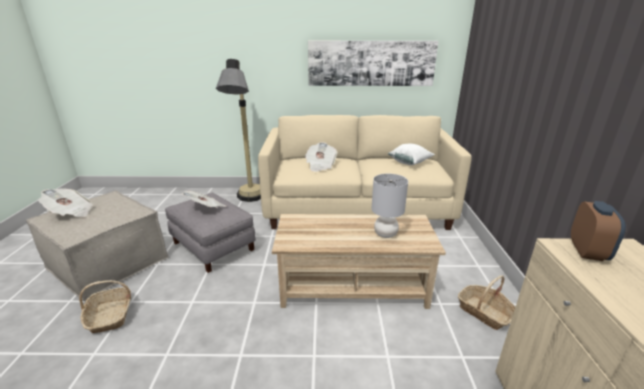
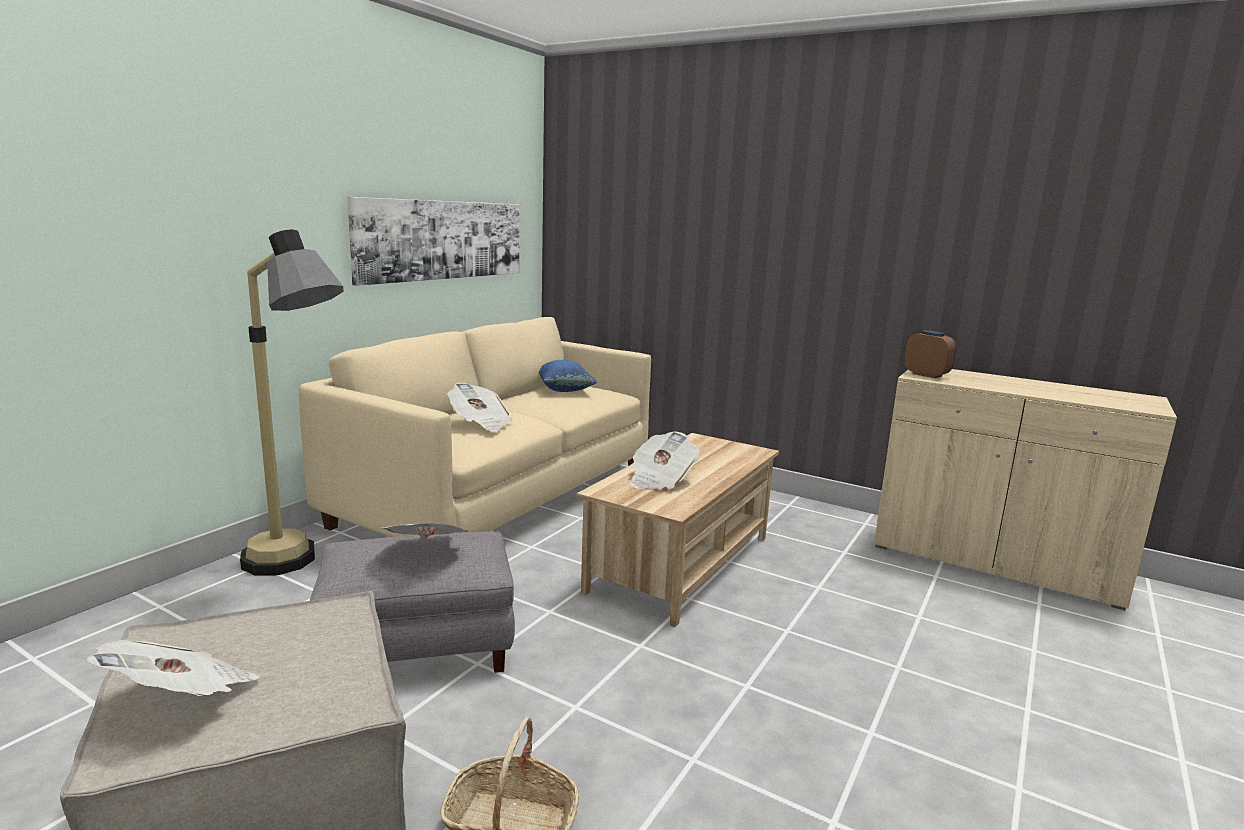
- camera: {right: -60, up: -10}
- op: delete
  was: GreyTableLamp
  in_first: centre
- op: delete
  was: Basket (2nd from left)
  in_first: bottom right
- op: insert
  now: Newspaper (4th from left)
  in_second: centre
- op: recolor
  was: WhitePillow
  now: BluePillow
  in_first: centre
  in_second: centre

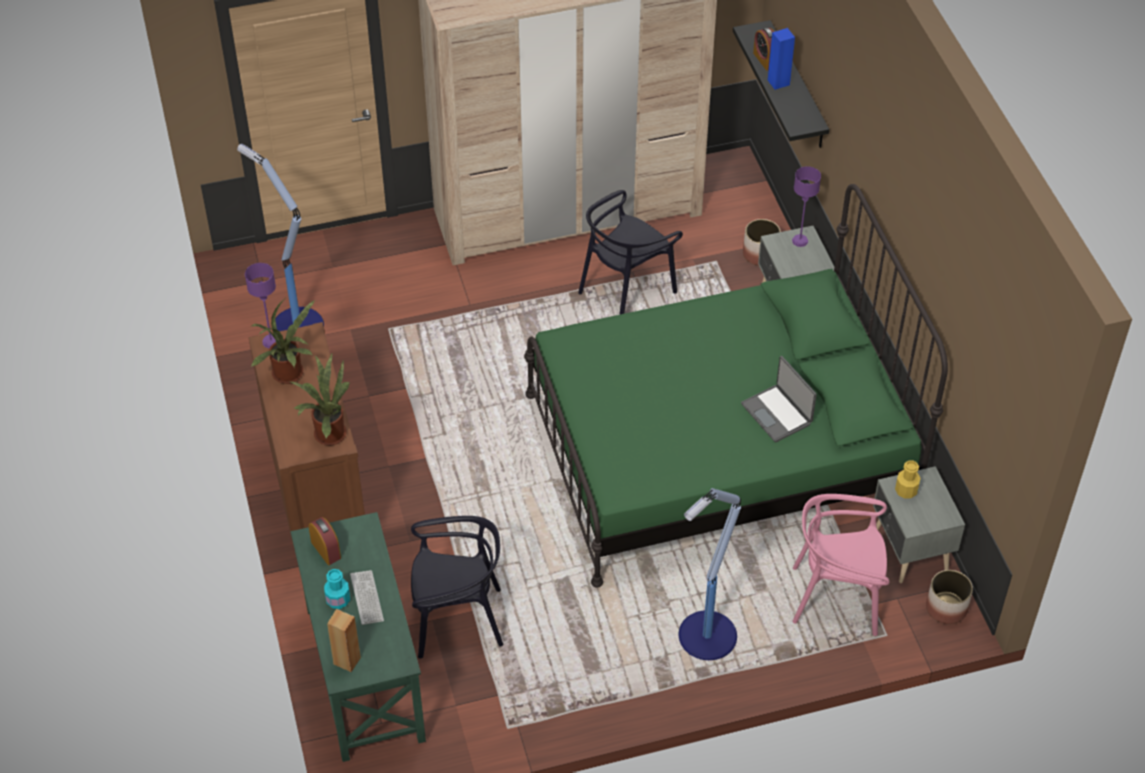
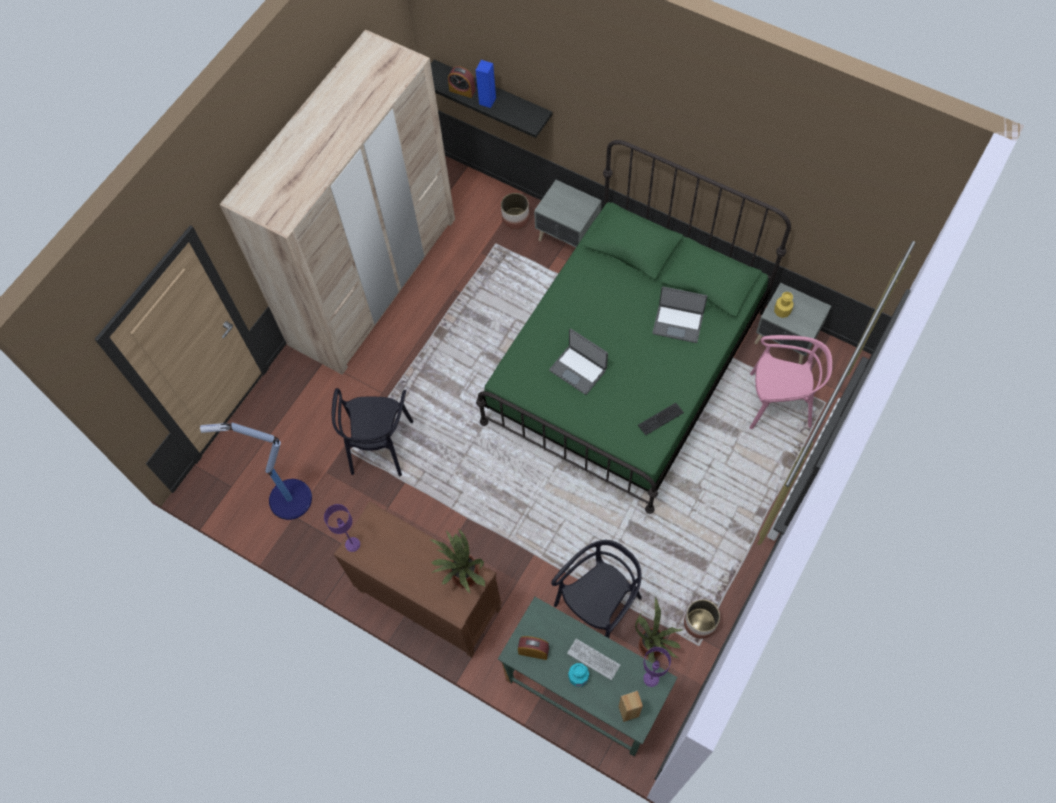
- camera: {right: -40, up: 15}
- op: delete
  was: FloorLamp (2nd from left)
  in_first: bottom centre
- op: insert
  now: Laptop (1st from left)
  in_second: centre
- op: insert
  now: Keyboard (2nd from left)
  in_second: centre
- op: move
  was: PottedPlant (1st from left in the first image)
  now: PottedPlant (2nd from left)
  in_first: middle left
  in_second: bottom centre
- op: move
  was: BlackChair (2nd from left in the first image)
  now: BlackChair (1st from left)
  in_first: top centre
  in_second: centre
- op: move
  was: PurpleTableLamp (2nd from left)
  in_first: top right
  in_second: bottom centre
- op: move
  was: Planter (2nd from left)
  in_first: bottom right
  in_second: bottom centre
- op: rotate
  was: PinkChair
  in_first: bottom right
  in_second: middle right
  clockwise: -135

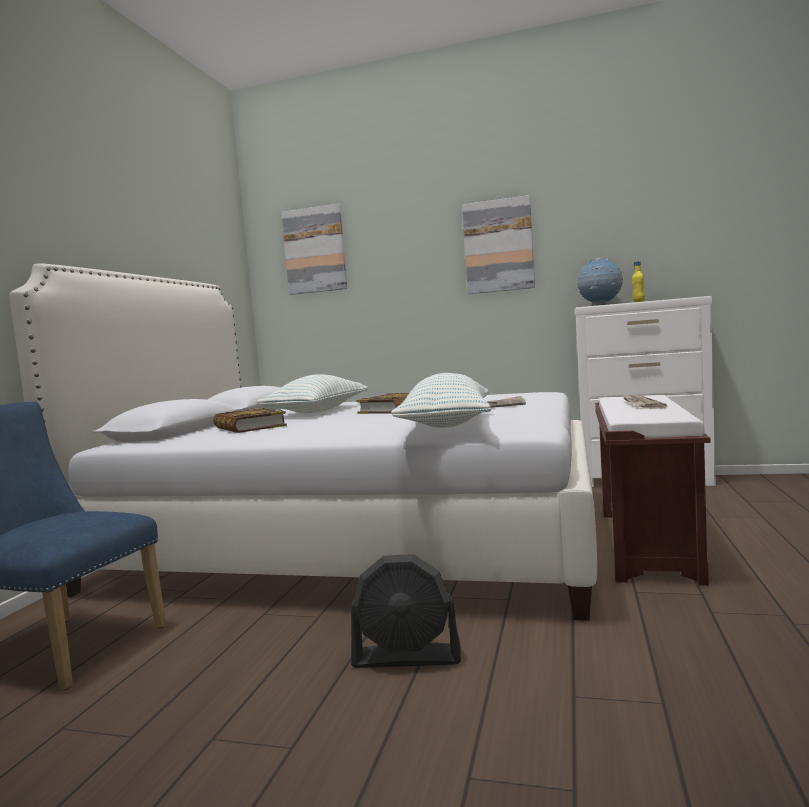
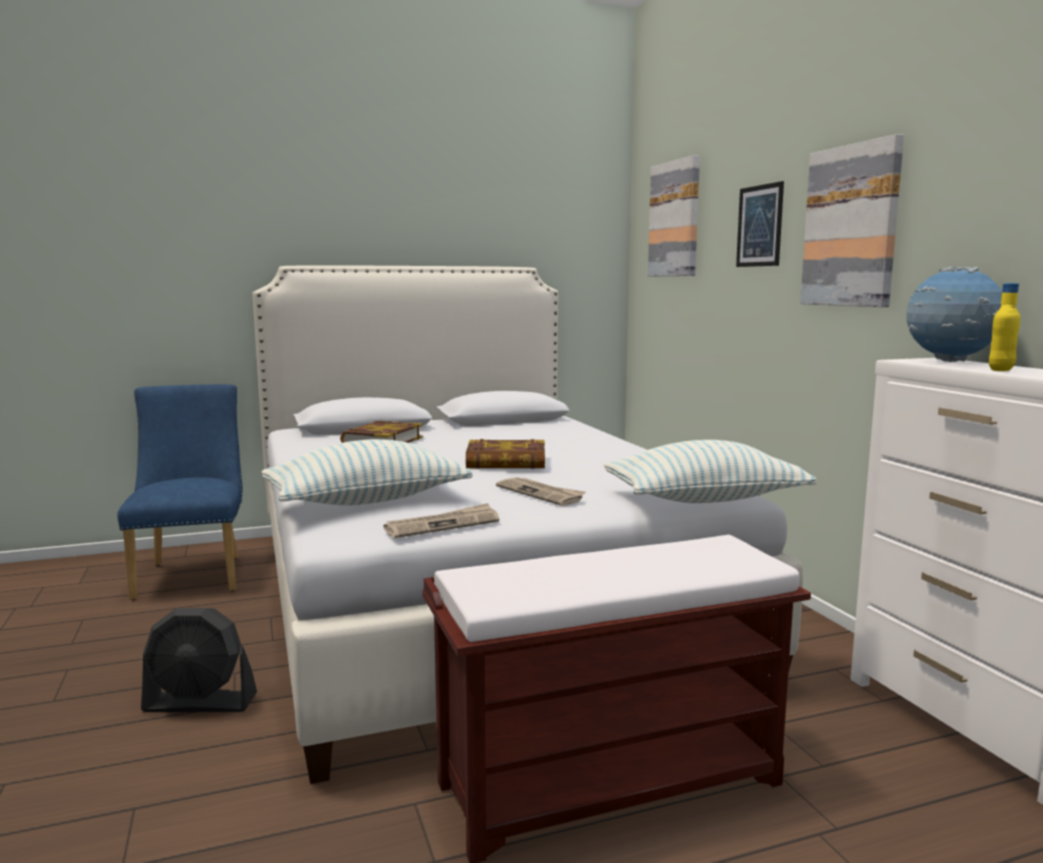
- camera: {right: 55, up: 5}
- op: insert
  now: Picture (2nd from left)
  in_second: top right
- op: move
  was: Pillow (1st from left in the first image)
  now: Pillow (2nd from left)
  in_first: centre
  in_second: middle right
- op: move
  was: Newspaper (2nd from left in the first image)
  now: Newspaper (1st from left)
  in_first: middle right
  in_second: centre
- op: rotate
  was: BlackFan
  in_first: bottom centre
  in_second: bottom left
  clockwise: -60

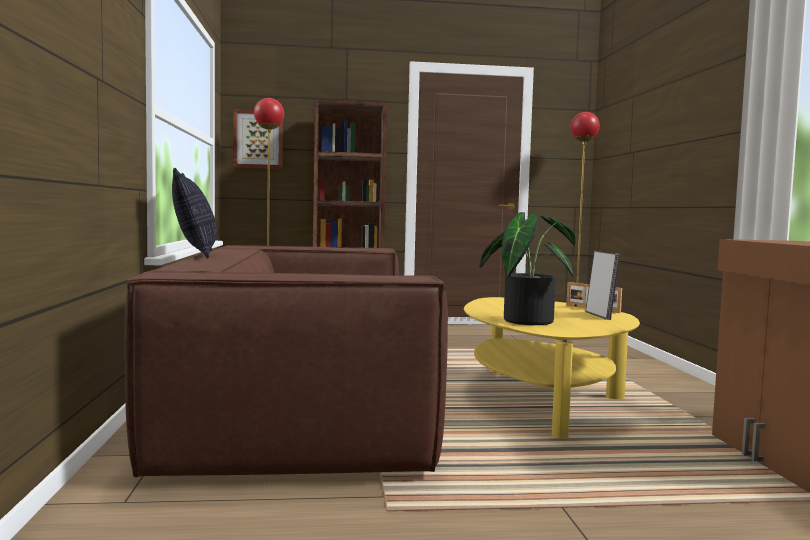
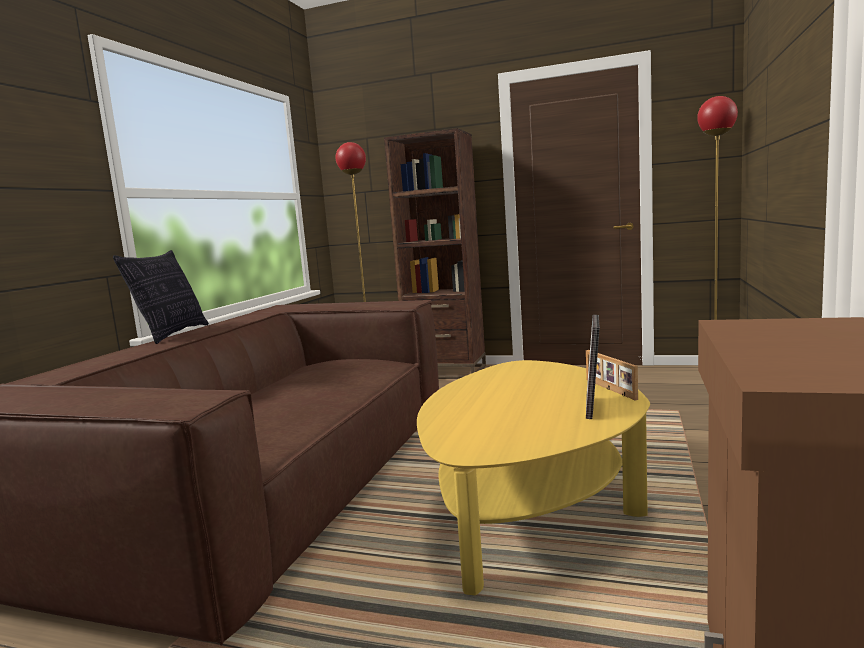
- camera: {right: 25, up: 5}
- op: delete
  was: Picture
  in_first: top left
- op: delete
  was: PottedPlant
  in_first: centre

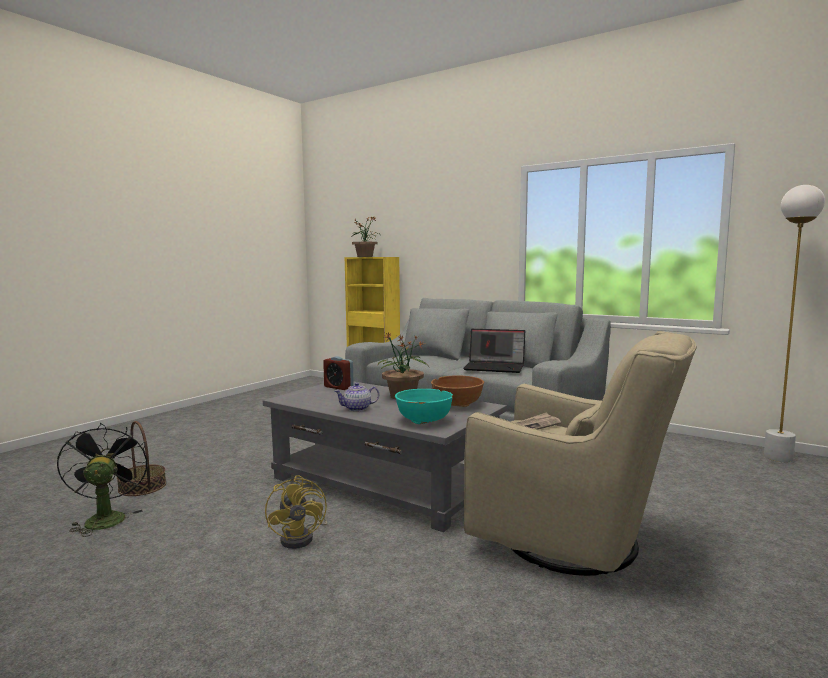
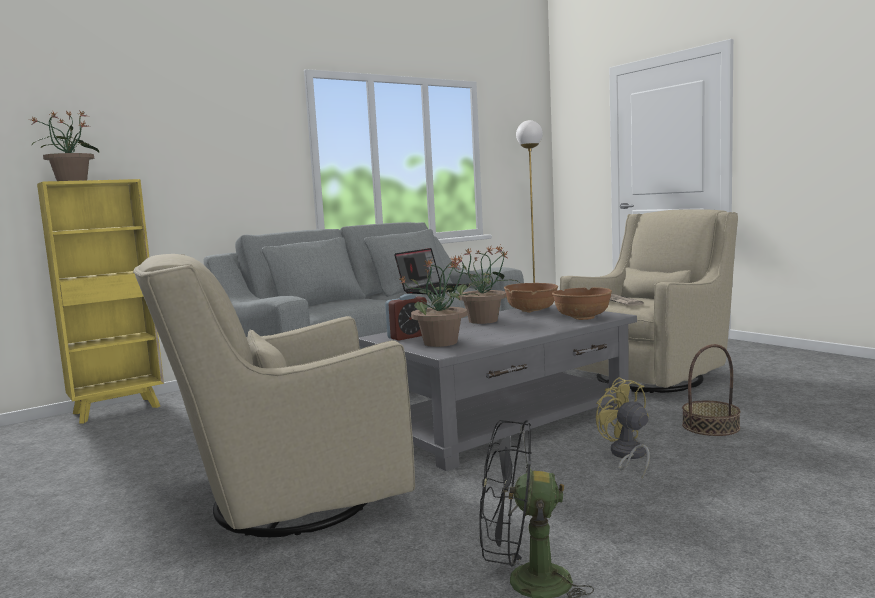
- camera: {right: -70, up: 0}
- op: delete
  was: Teapot
  in_first: centre
- op: insert
  now: BeigeArmchair (1st from left)
  in_second: middle left
- op: insert
  now: PottedPlant (2nd from left)
  in_second: centre
- op: move
  was: Basket
  in_first: bottom left
  in_second: middle right
- op: recolor
  was: TurquoiseBowl
  now: BrownBowl (2nd from left)
  in_first: centre
  in_second: centre
- op: rotate
  was: YellowFan
  in_first: bottom centre
  in_second: bottom right
  clockwise: -120

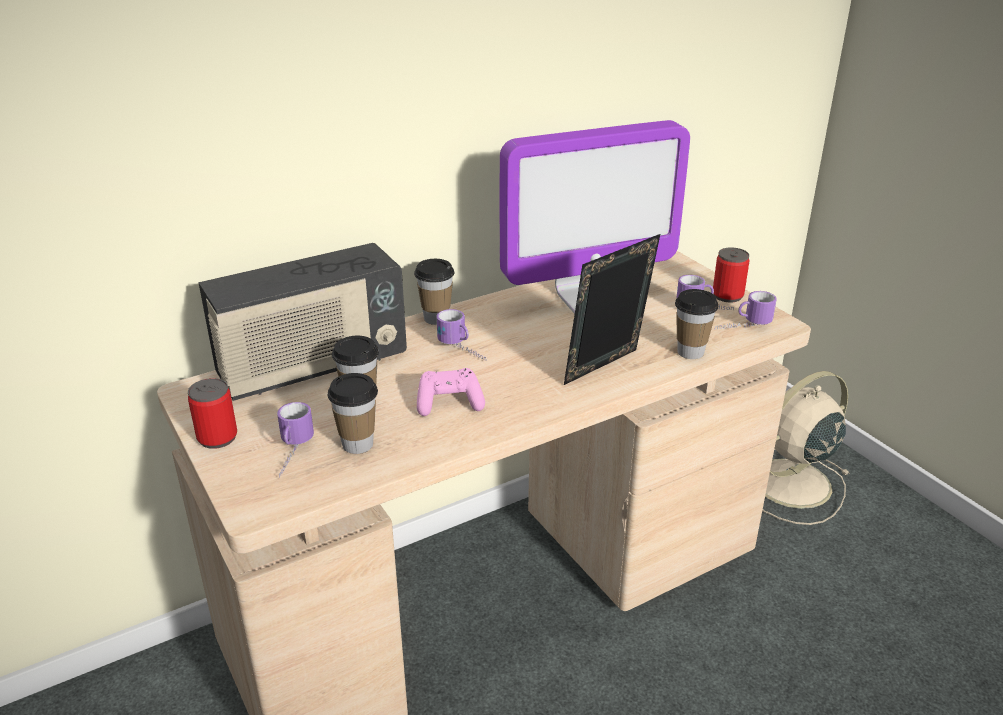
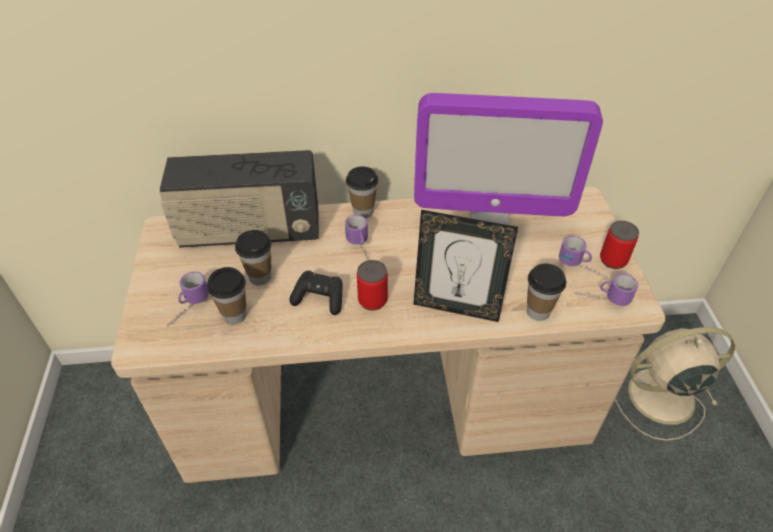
- camera: {right: 25, up: 15}
- op: move
  was: Can (1st from left)
  in_first: middle left
  in_second: centre
- op: recolor
  was: PinkGameController
  now: BlackGameController
  in_first: centre
  in_second: centre
- op: rotate
  was: PictureFrame
  in_first: centre
  in_second: centre
  clockwise: -150

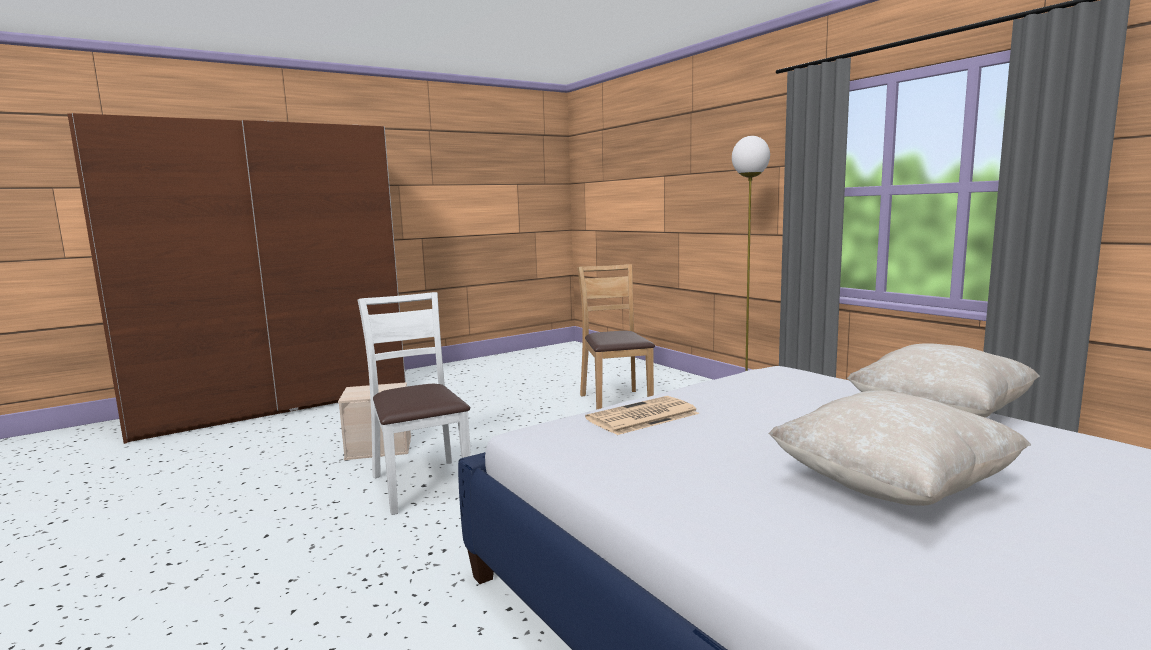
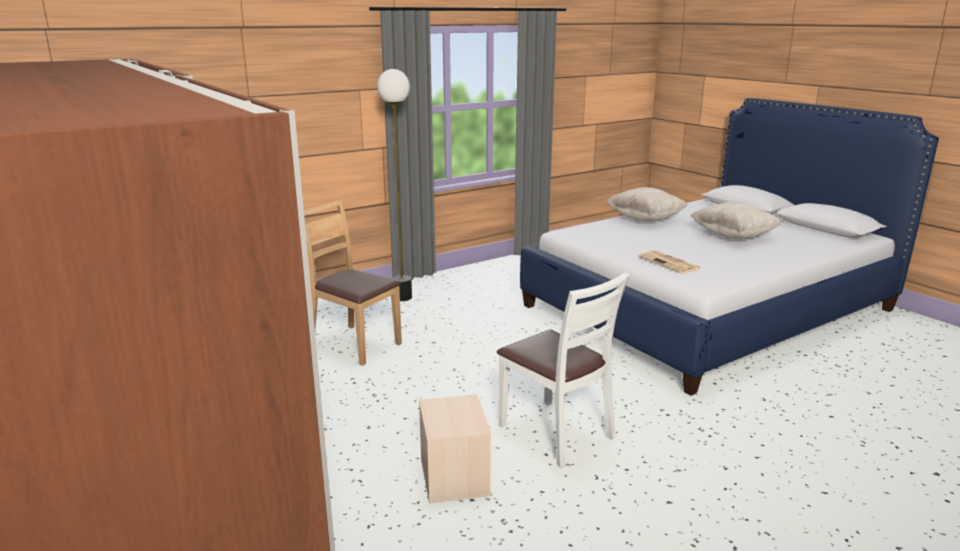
- camera: {right: -90, up: 10}
- op: rotate
  was: WhiteChair
  in_first: centre
  in_second: bottom centre
  clockwise: -105
- op: rotate
  was: BrownChair
  in_first: centre
  in_second: centre
  clockwise: 45

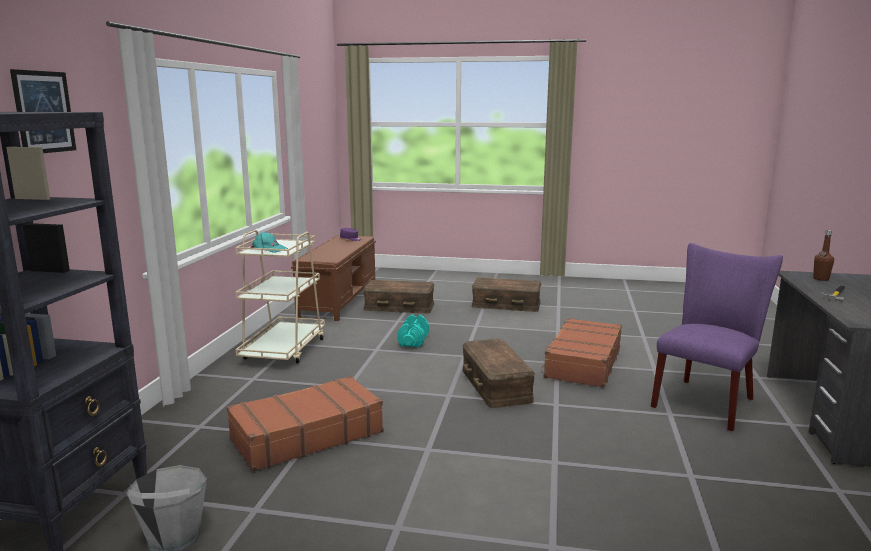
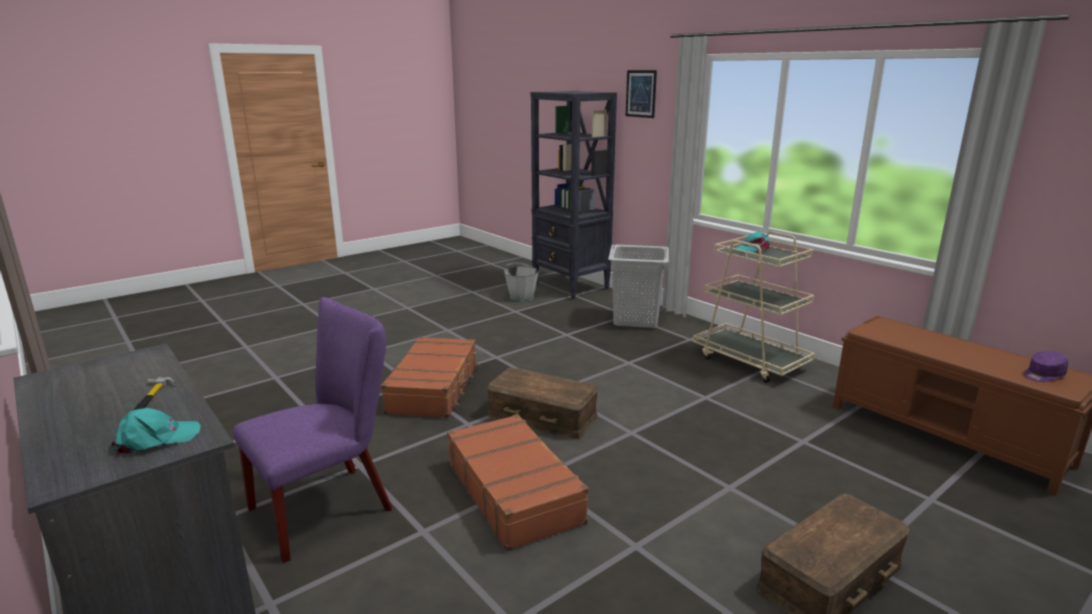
- camera: {right: 130, up: 5}
- op: delete
  was: BrownStorageBox (1st from left)
  in_first: centre
- op: delete
  was: TurquoiseDumbbell
  in_first: centre
- op: insert
  now: GreyLaundryBasket
  in_second: centre
- op: move
  was: BrownSuitcase (1st from left)
  in_first: bottom centre
  in_second: centre
- op: replace
  was: BrownBottle
  now: TurquoiseCap (1st from left)
  in_first: middle right
  in_second: bottom left
- op: rotate
  was: PurpleChair
  in_first: middle right
  in_second: bottom left
  clockwise: -120

